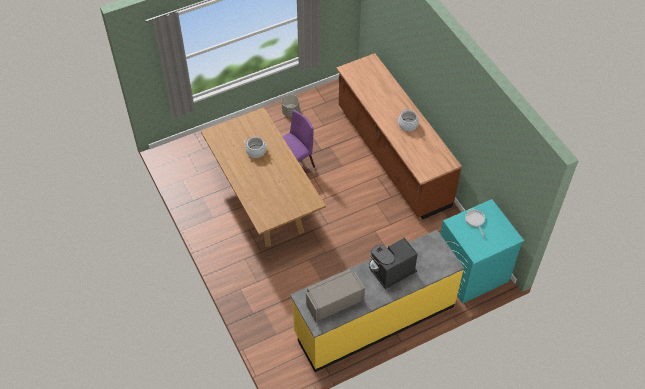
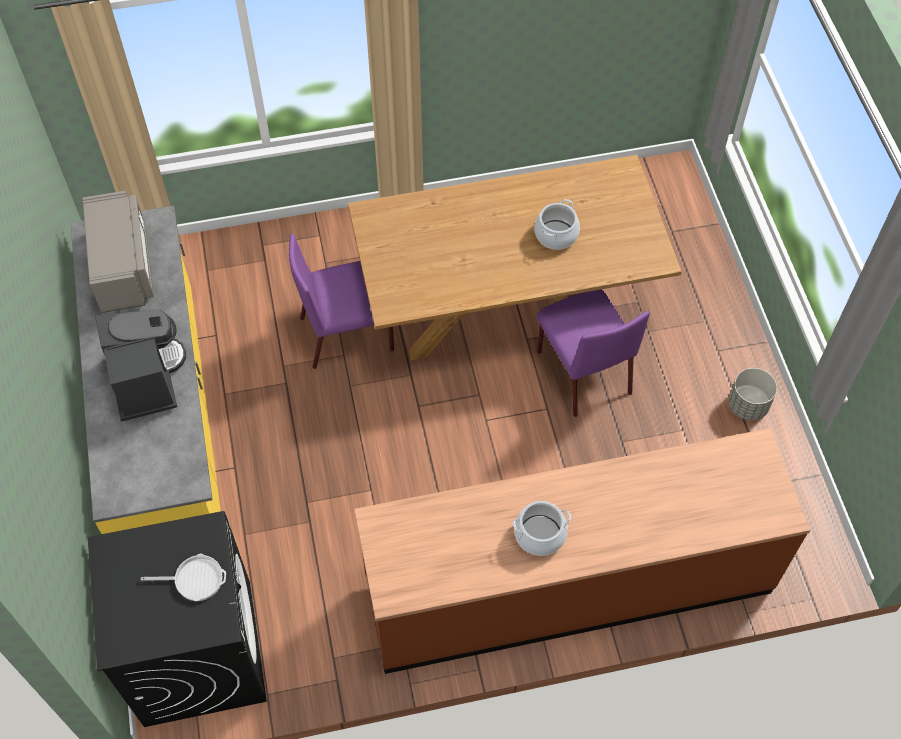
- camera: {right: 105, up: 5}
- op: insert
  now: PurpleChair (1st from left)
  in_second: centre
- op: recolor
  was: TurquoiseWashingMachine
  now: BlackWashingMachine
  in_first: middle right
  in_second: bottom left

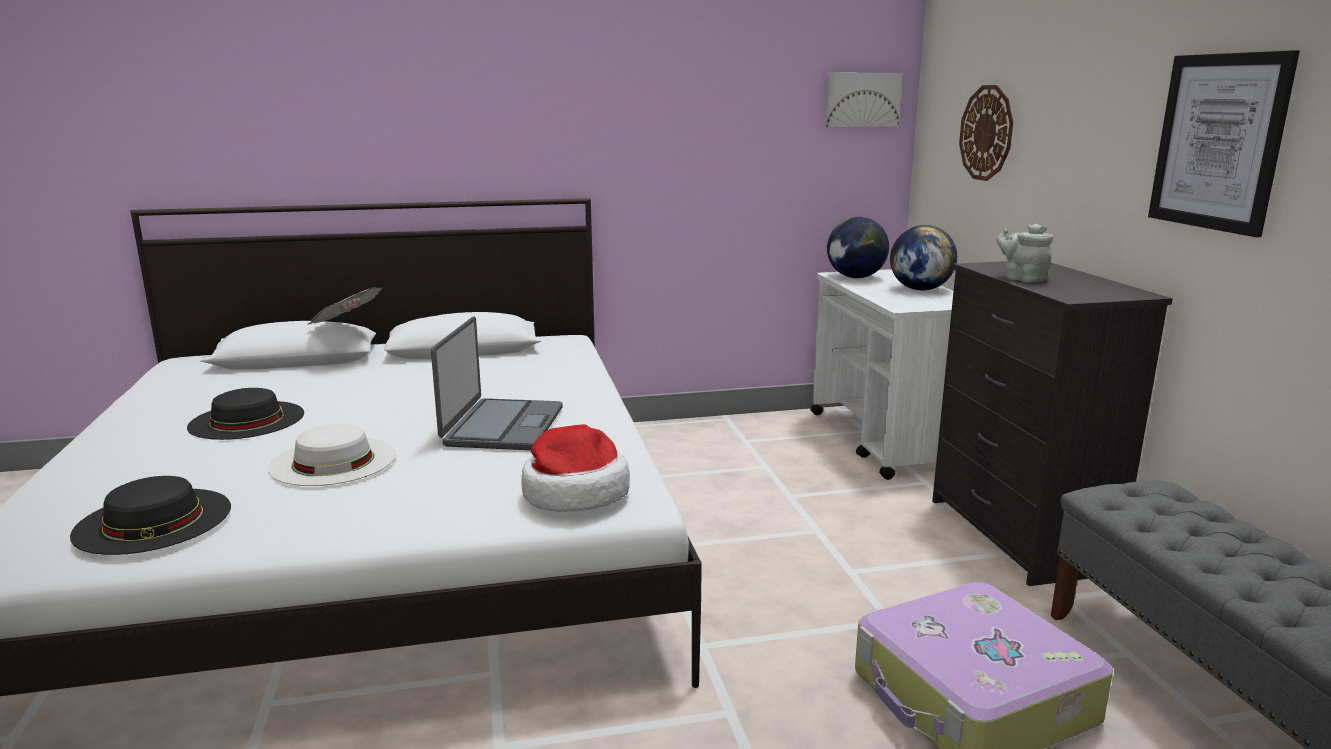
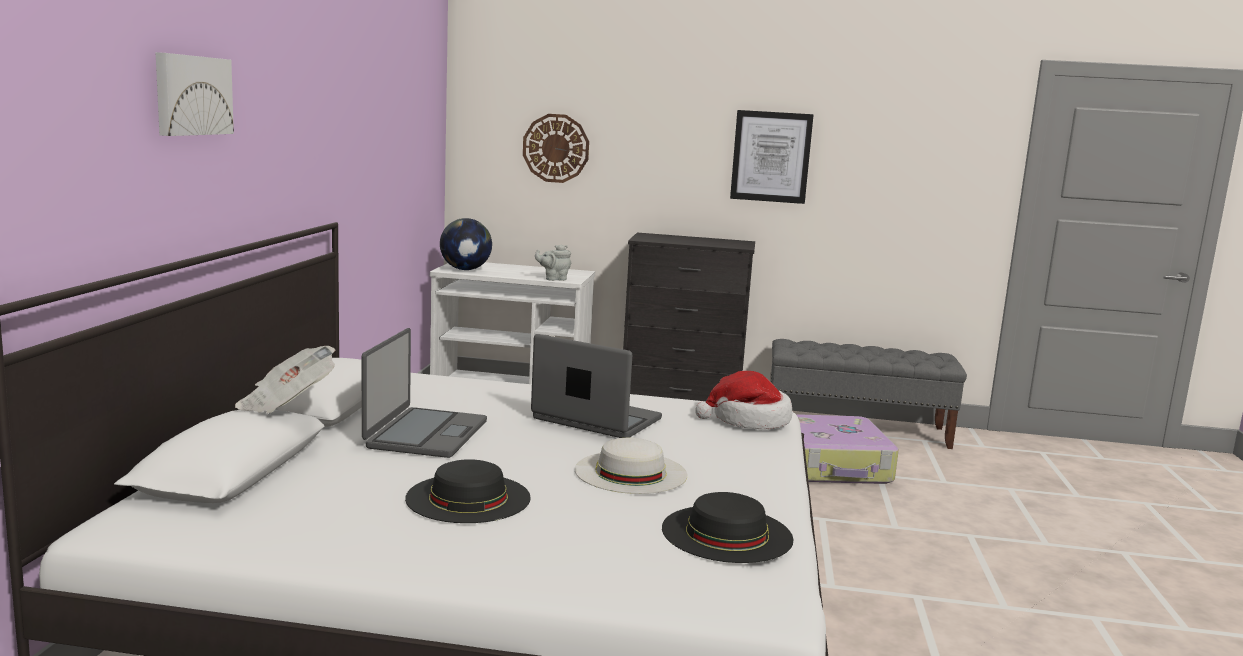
- camera: {right: -70, up: -5}
- op: delete
  was: Globe (2nd from left)
  in_first: middle right
- op: insert
  now: Laptop (1st from left)
  in_second: centre
- op: move
  was: Picture (1st from left)
  in_first: top centre
  in_second: top left
- op: move
  was: GreyTeapot
  in_first: middle right
  in_second: centre

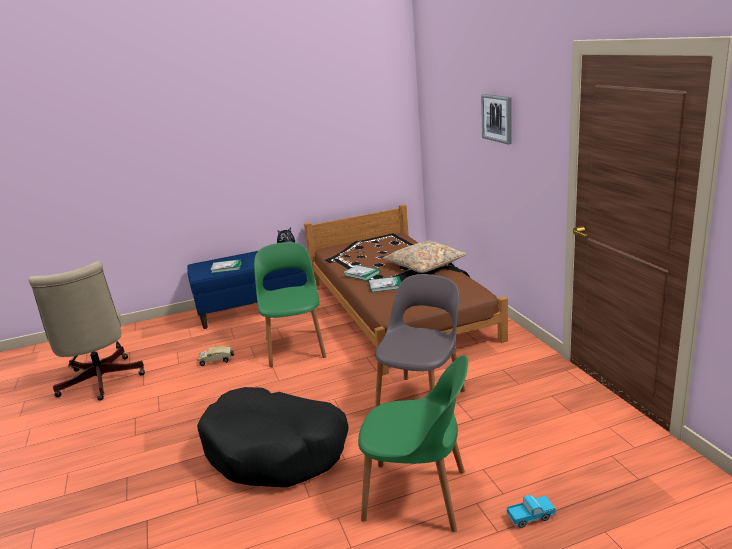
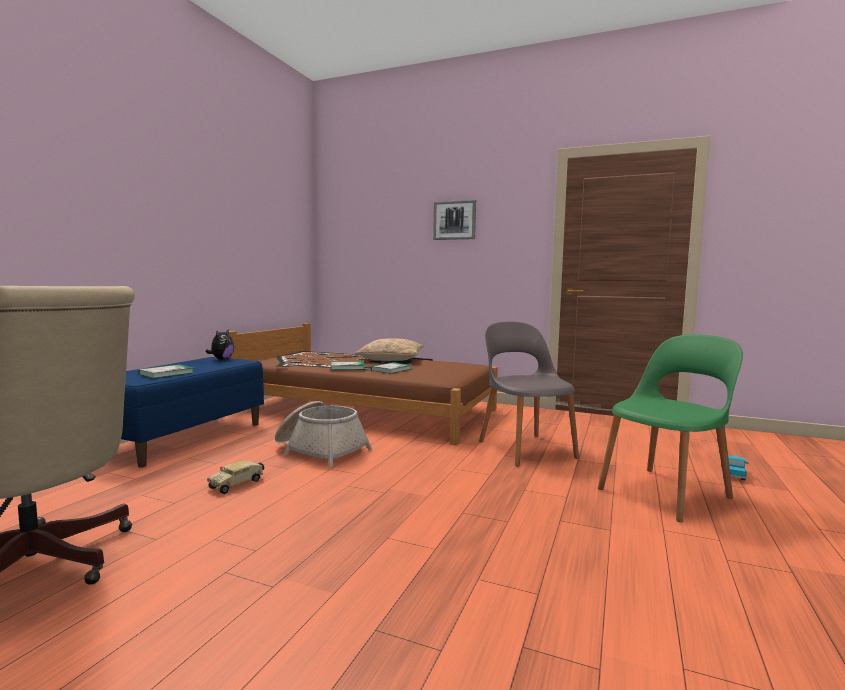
- camera: {right: -50, up: -15}
- op: delete
  was: BlackDogBed
  in_first: bottom centre
- op: replace
  was: GreenChair (1st from left)
  now: Basket
  in_first: centre
  in_second: centre

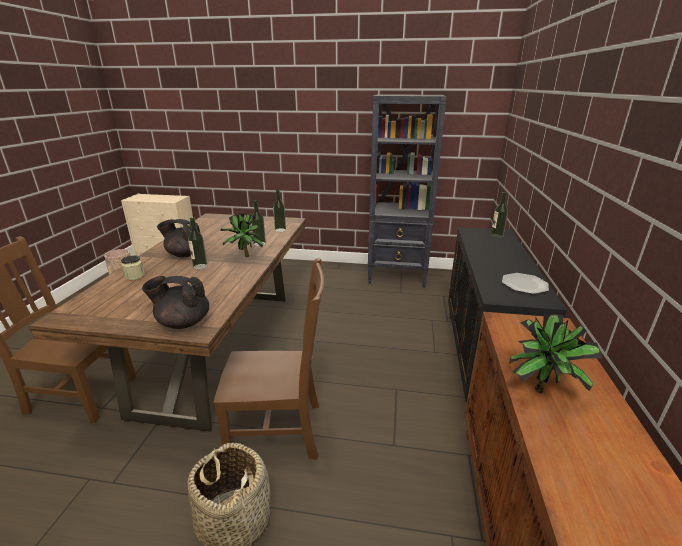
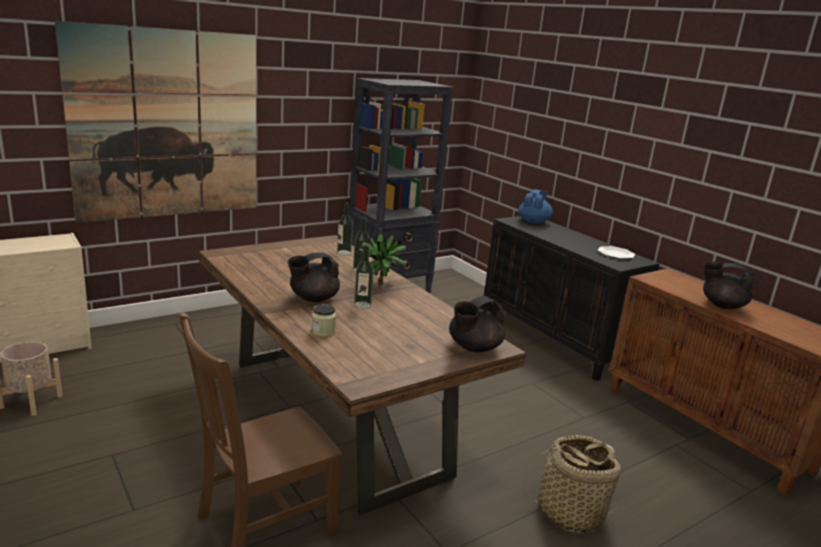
- camera: {right: -45, up: -5}
- op: delete
  was: BrownChair (2nd from left)
  in_first: centre
- op: insert
  now: Picture
  in_second: top left
- op: replace
  was: Bottle (4th from left)
  now: BlueTeapot
  in_first: middle right
  in_second: centre
- op: replace
  was: PottedPlant (2nd from left)
  now: BlackTeapot (3rd from left)
  in_first: middle right
  in_second: middle right

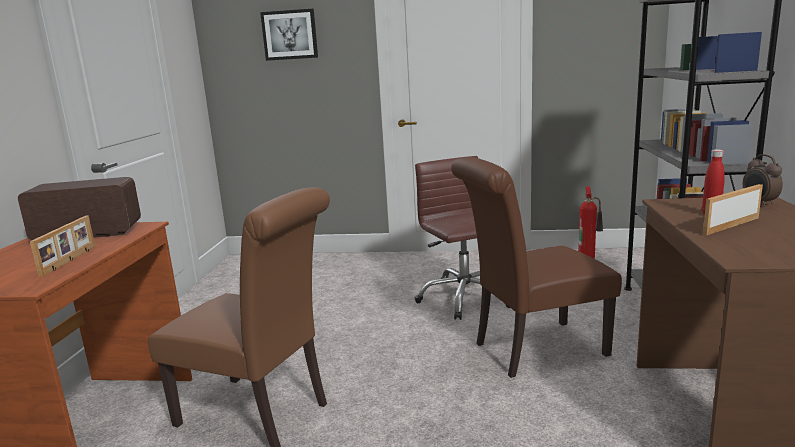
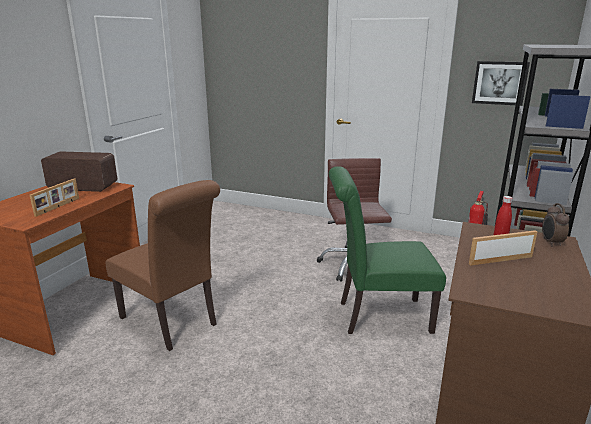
- camera: {right: 15, up: 5}
- op: move
  was: Picture
  in_first: top centre
  in_second: top right
- op: recolor
  was: BrownChair (2nd from left)
  now: GreenChair
  in_first: middle right
  in_second: centre

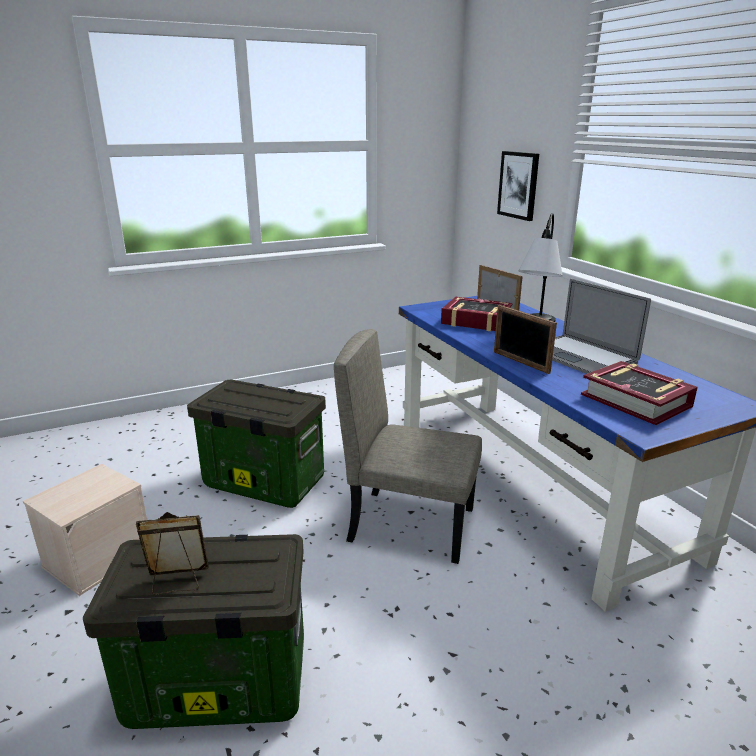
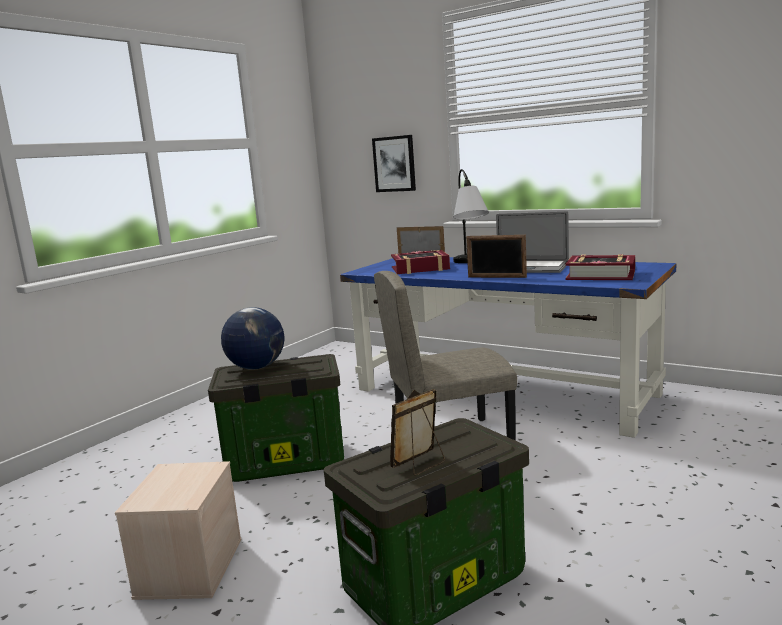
- camera: {right: -30, up: -10}
- op: insert
  now: Globe
  in_second: middle left

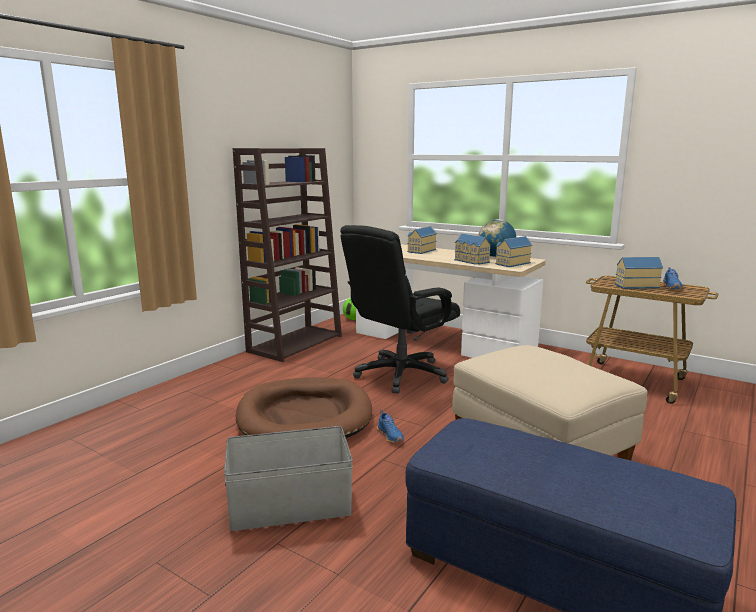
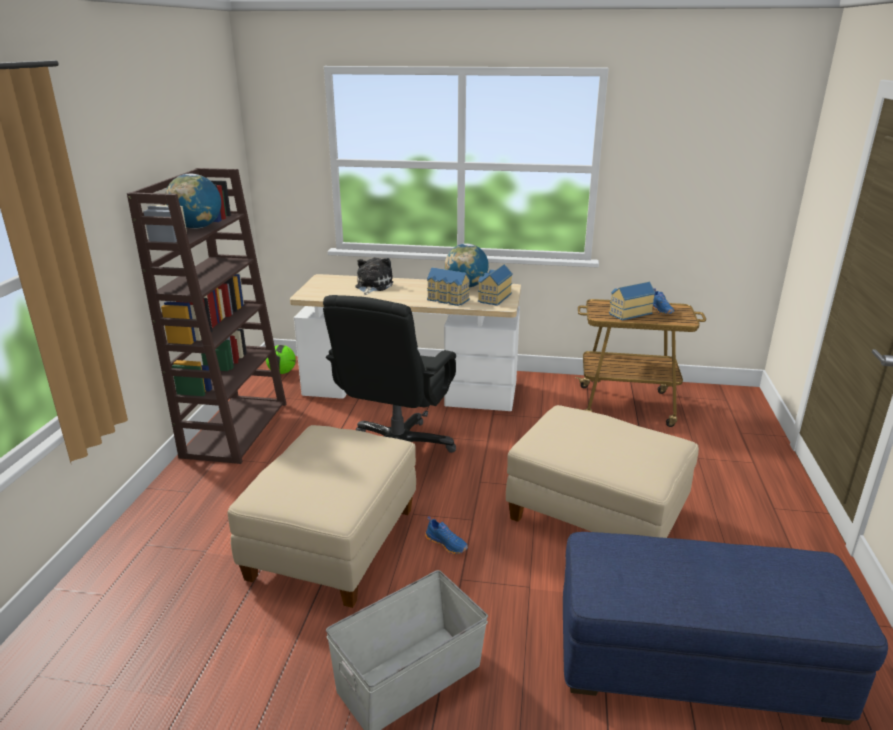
- camera: {right: -25, up: 10}
- op: insert
  now: Globe (1st from left)
  in_second: top left
- op: replace
  was: BrownDogBed
  now: BeigeOttoman (1st from left)
  in_first: centre
  in_second: bottom centre
- op: replace
  was: ToyHouse (1st from left)
  now: PlushToy
  in_first: centre
  in_second: centre

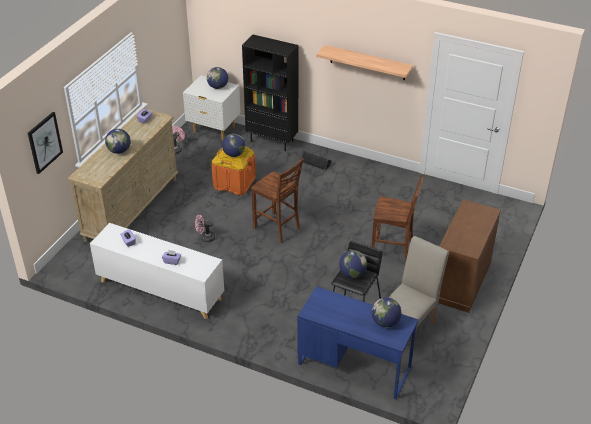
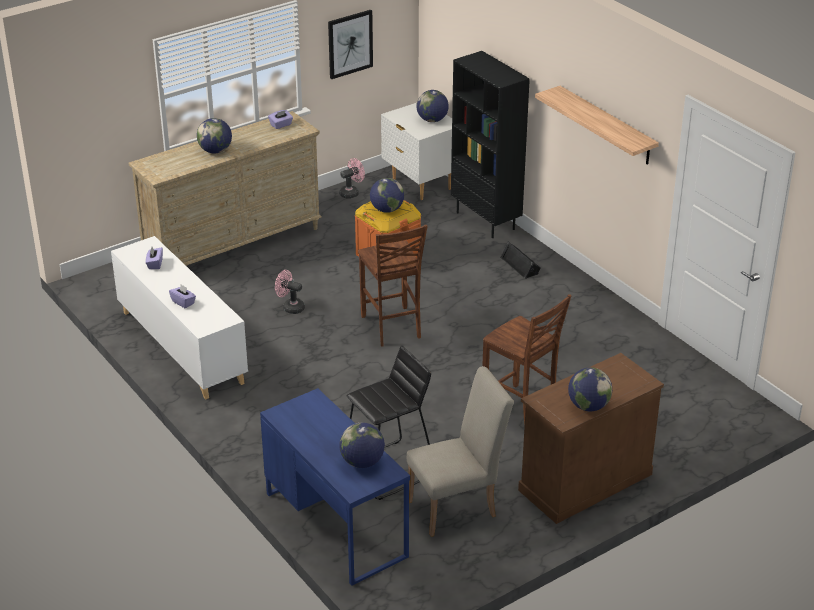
- camera: {right: 30, up: -5}
- op: move
  was: Picture
  in_first: middle left
  in_second: top centre
- op: move
  was: Globe (4th from left in the first image)
  now: Globe (5th from left)
  in_first: centre
  in_second: middle right

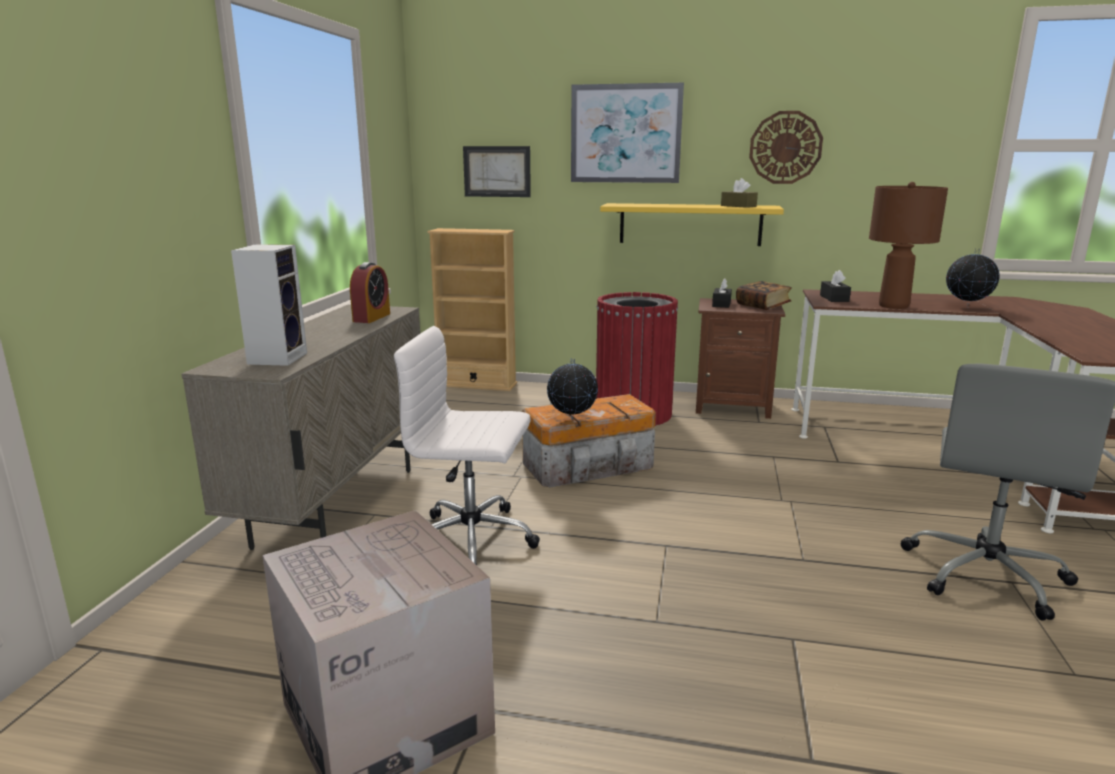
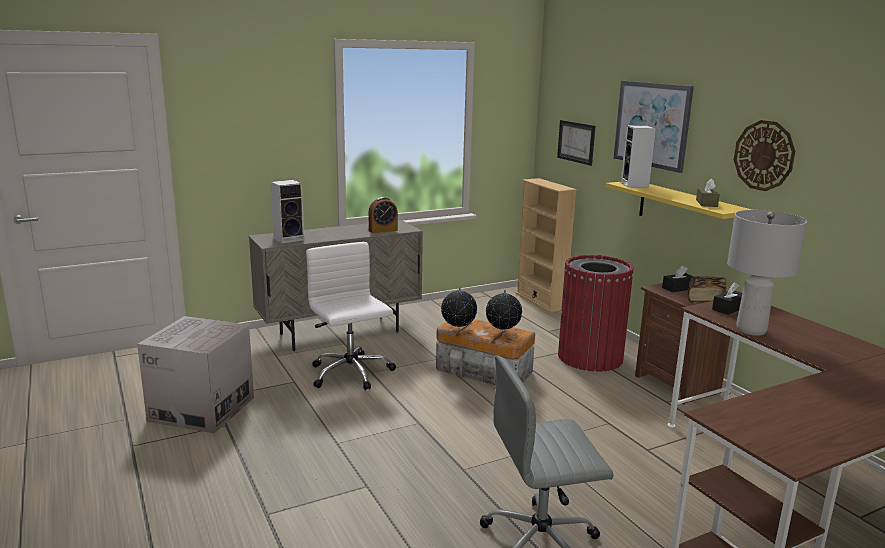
- camera: {right: 50, up: 0}
- op: insert
  now: Speaker (2nd from left)
  in_second: top right
- op: move
  was: Globe (2nd from left)
  in_first: middle right
  in_second: centre
- op: recolor
  was: BrownTableLamp
  now: GreyTableLamp
  in_first: top right
  in_second: middle right

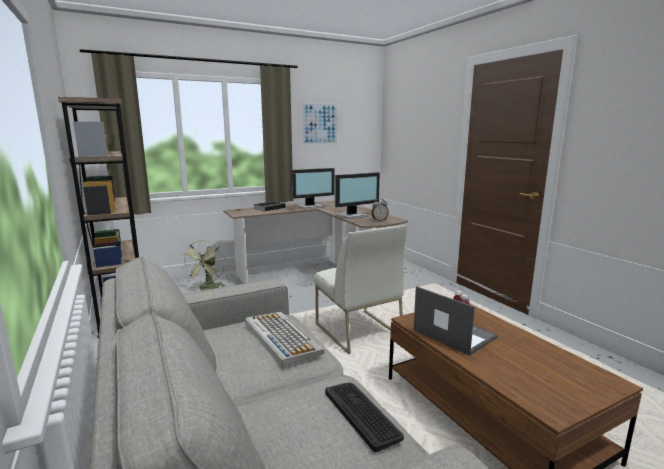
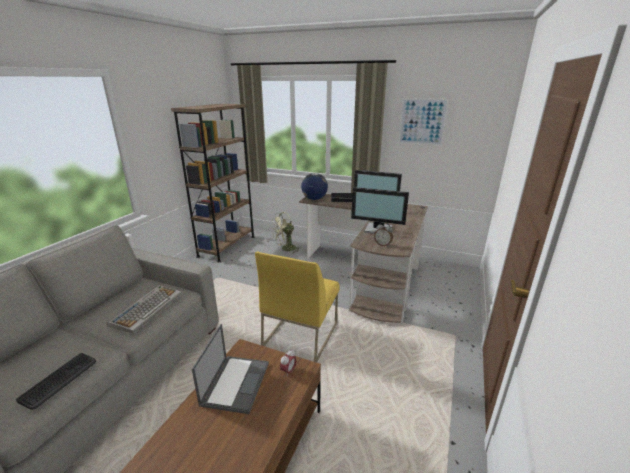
- camera: {right: 50, up: 10}
- op: insert
  now: Globe
  in_second: centre
- op: recolor
  was: WhiteChair
  now: YellowChair
  in_first: centre
  in_second: centre

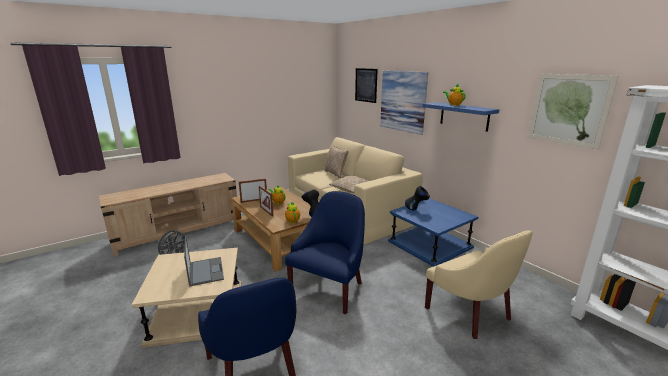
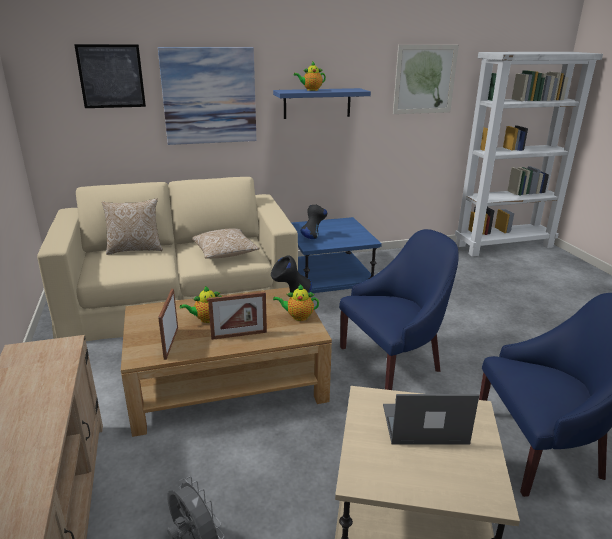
- camera: {right: -70, up: 5}
- op: delete
  was: BeigeArmchair
  in_first: bottom right
- op: rotate
  was: BlueArmchair (2nd from left in the first image)
  in_first: bottom centre
  in_second: centre
  clockwise: 105

